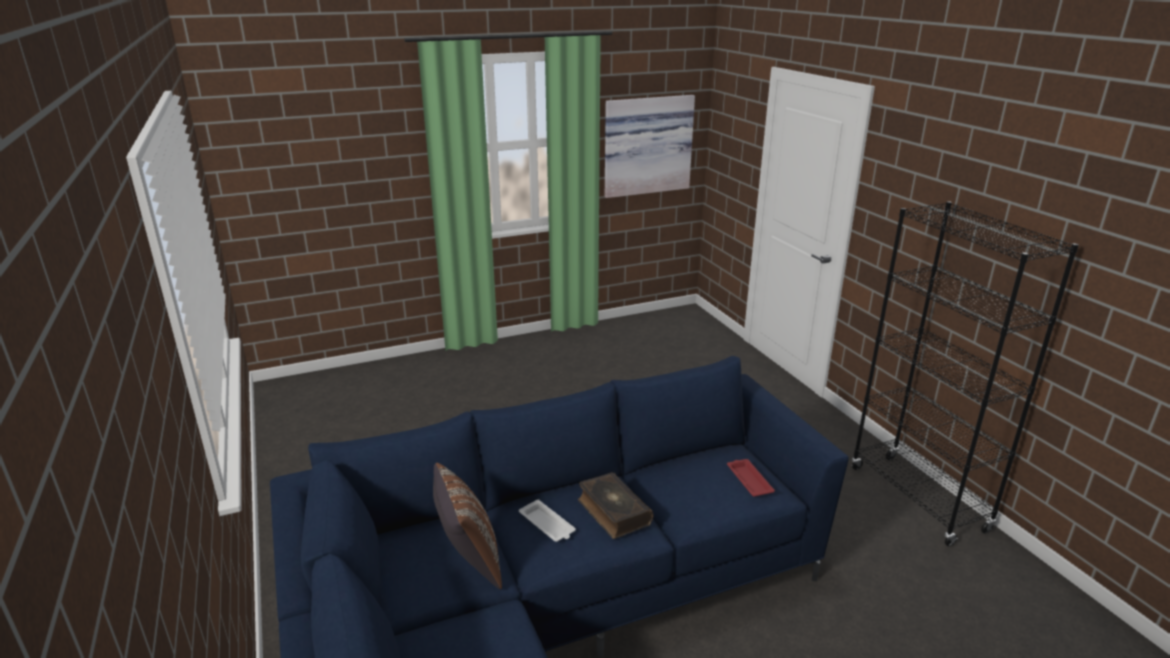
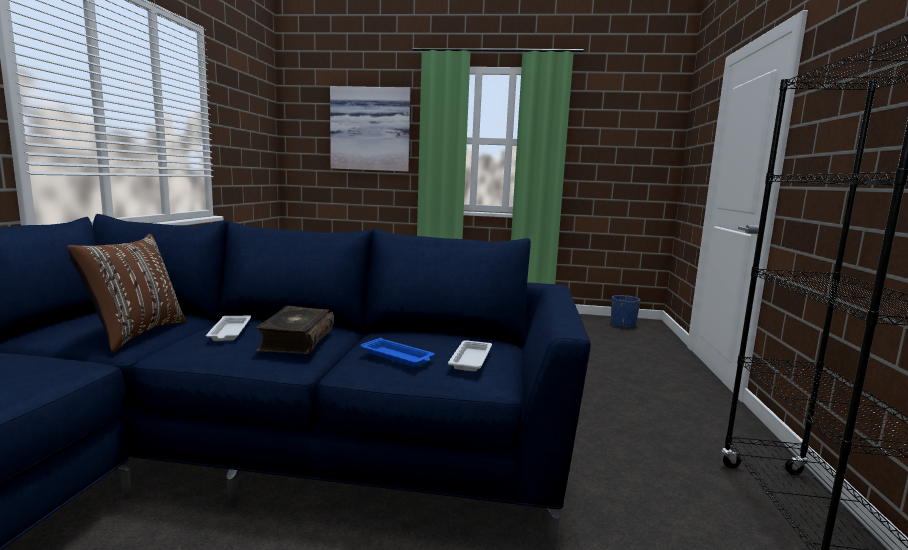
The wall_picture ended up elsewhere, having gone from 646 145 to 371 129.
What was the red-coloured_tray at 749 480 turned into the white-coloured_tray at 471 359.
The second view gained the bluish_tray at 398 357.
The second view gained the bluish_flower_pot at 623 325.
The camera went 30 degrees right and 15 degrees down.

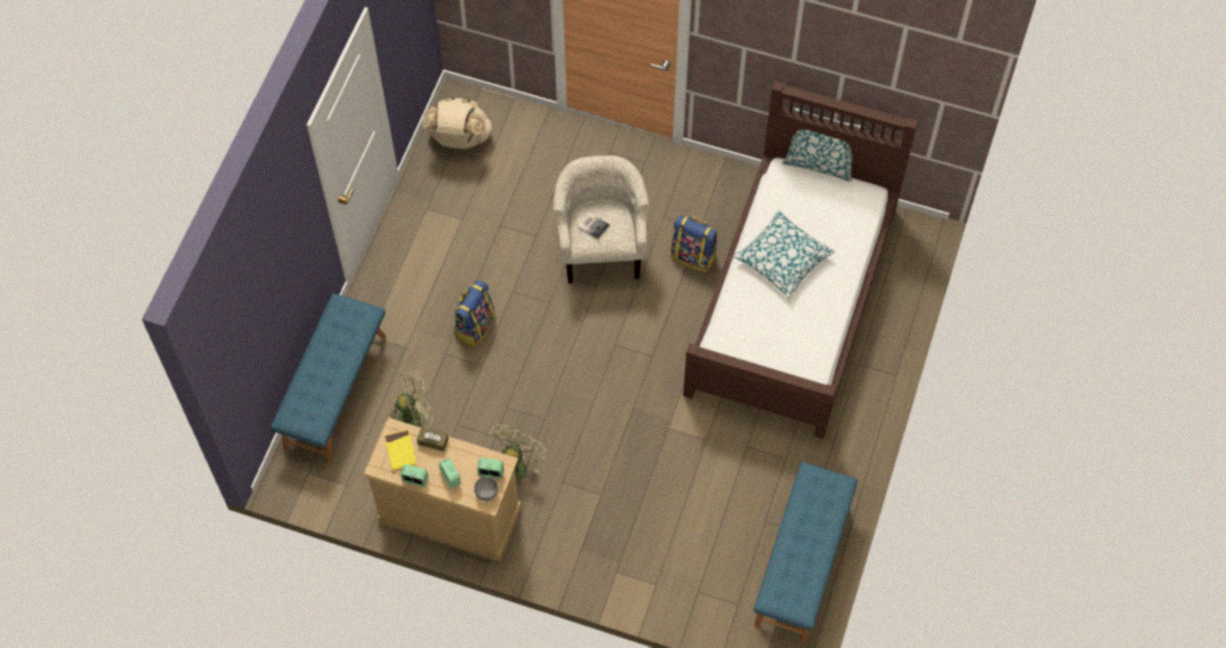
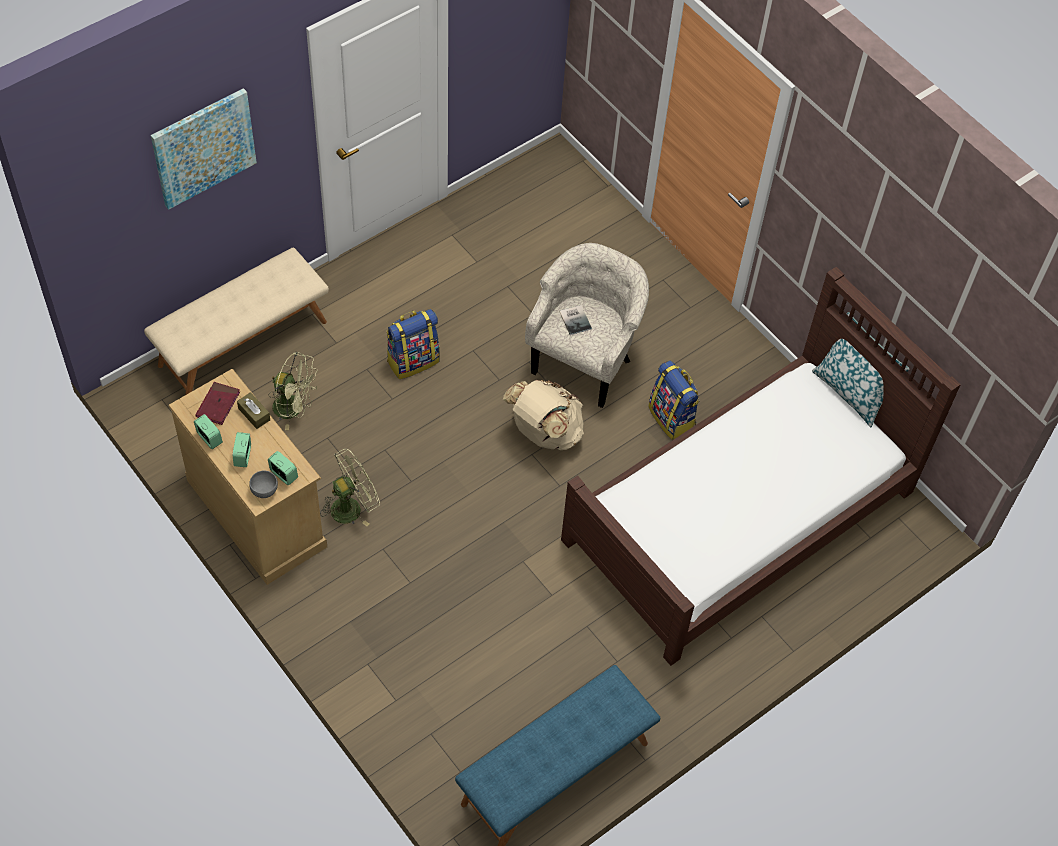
What was the bluish_indoor_bench at 334 391 turned into the beige_indoor_bench at 242 342.
What was the yellowish_volume at 400 451 turned into the red-coloured_volume at 218 404.
The beige_backpack ended up elsewhere, having gone from 459 138 to 544 432.
The second view lost the throw_pillow at 782 259.
The second view gained the wall_picture at 203 147.
The camera went 30 degrees right and 5 degrees down.

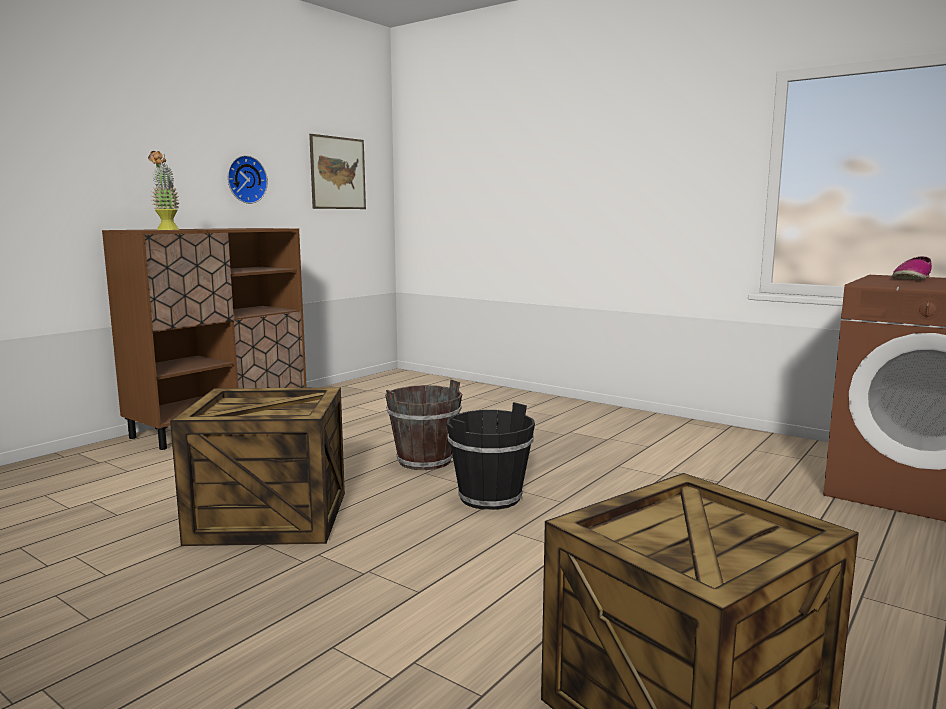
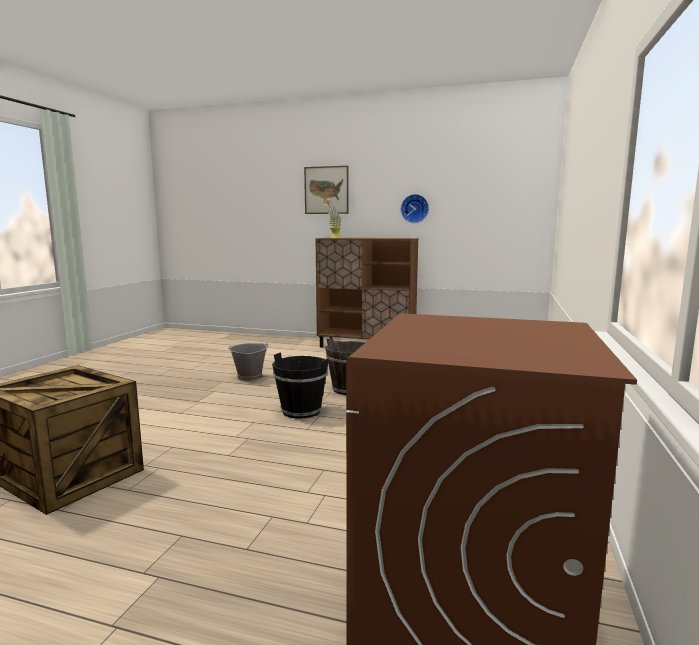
Where the shipping_crate stood at 268 518, the greyish_water_bucket came to stand at 249 377.
The wall_picture ended up elsewhere, having gone from 338 173 to 326 190.
The second view lost the low_shoe at 912 279.
The camera went 70 degrees right and 0 degrees up.

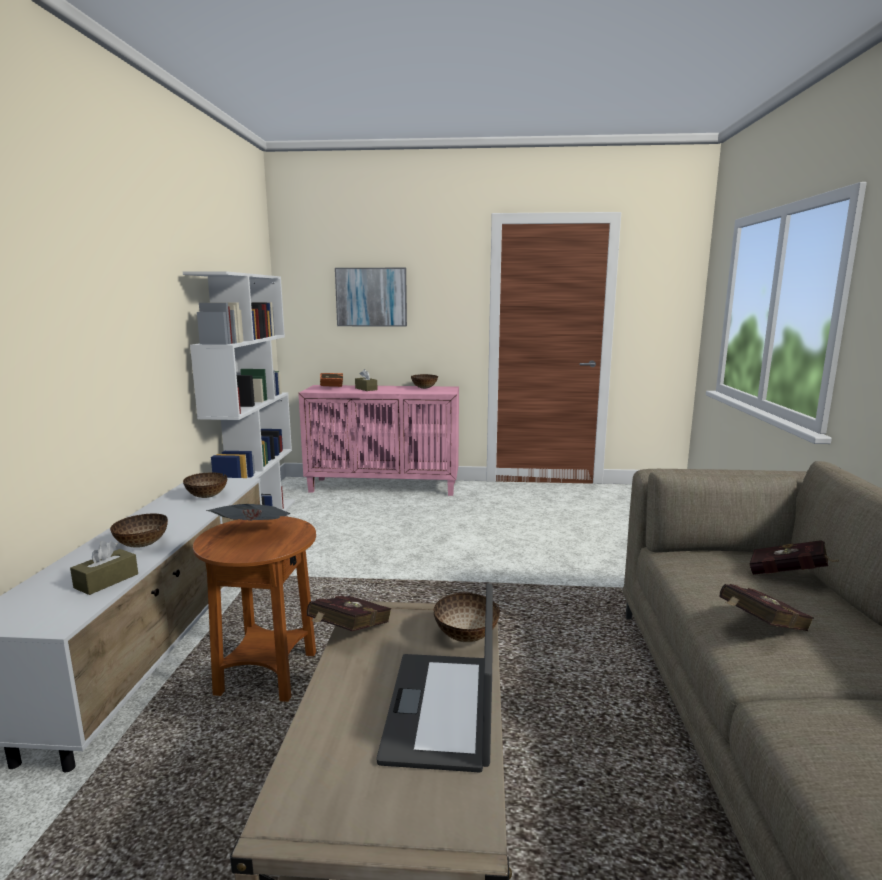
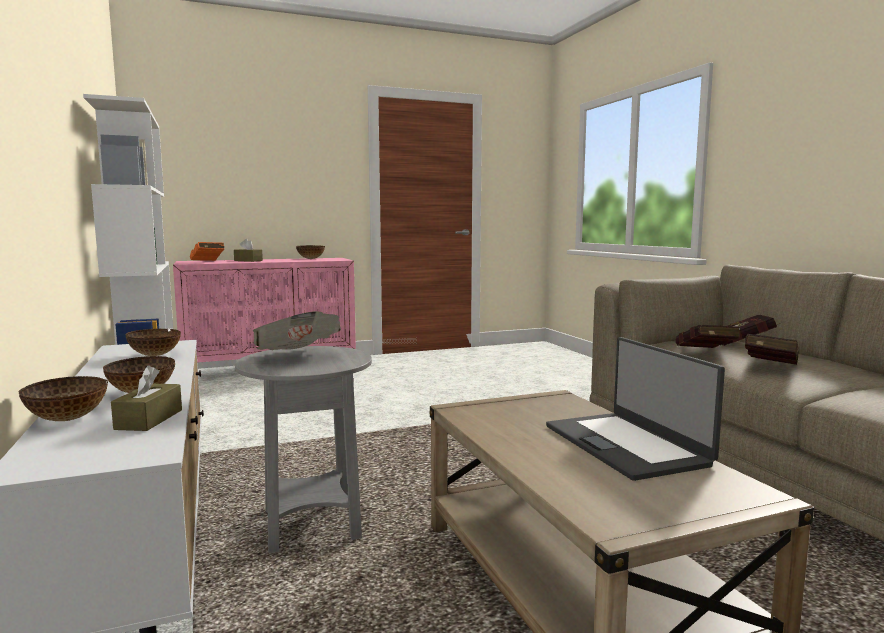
What was the brown_accent_table at 267 673 turned into the greyish_accent_table at 310 524.
The red-coloured_volume ended up elsewhere, having gone from 348 633 to 705 353.
The second view lost the wall_picture at 371 297.
The deep_dish ended up elsewhere, having gone from 466 637 to 67 419.
The camera went 25 degrees left and 5 degrees down.

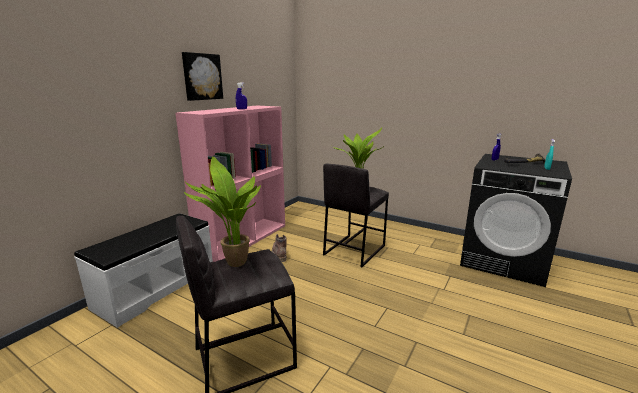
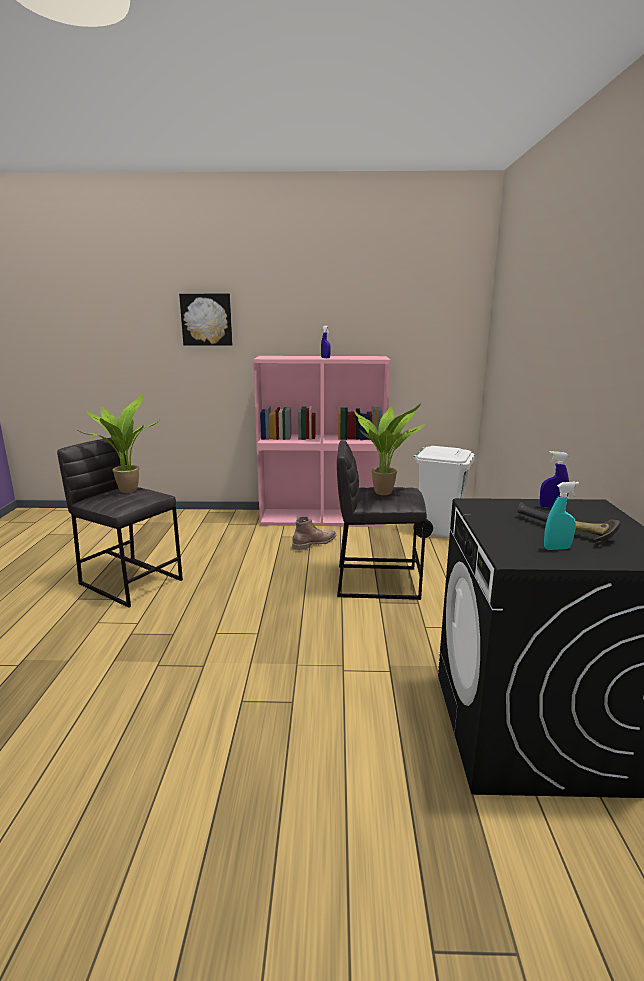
The second view lost the white-coloured_indoor_bench at 156 288.
The wall_picture ended up elsewhere, having gone from 202 77 to 207 319.
The second view gained the white-coloured_rubbish_bin at 438 530.
The camera went 60 degrees right and 0 degrees up.

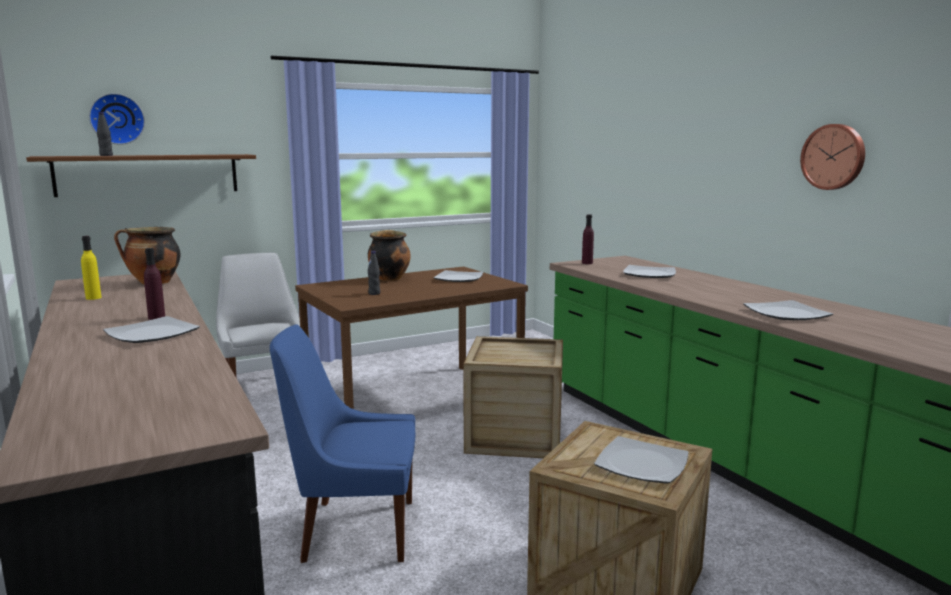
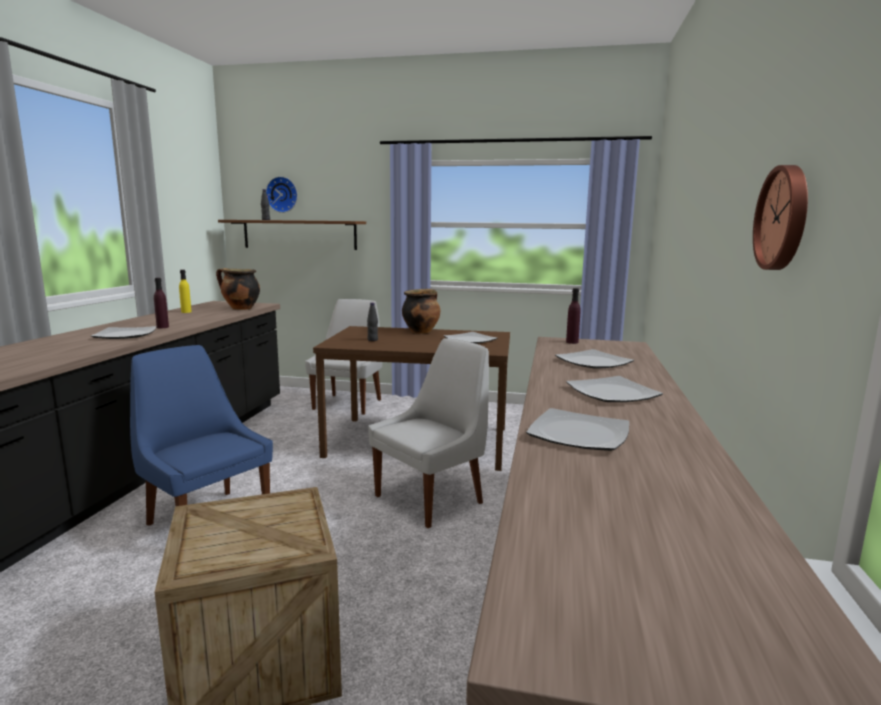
Where the shipping_crate stood at 514 436, the white-coloured_chair came to stand at 432 498.
The plate ended up elsewhere, having gone from 642 464 to 612 393.
The camera went 40 degrees right and 0 degrees up.

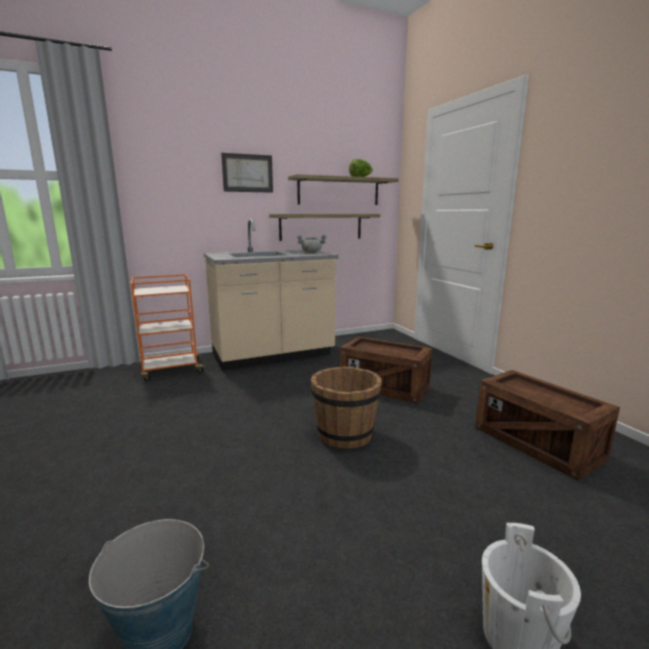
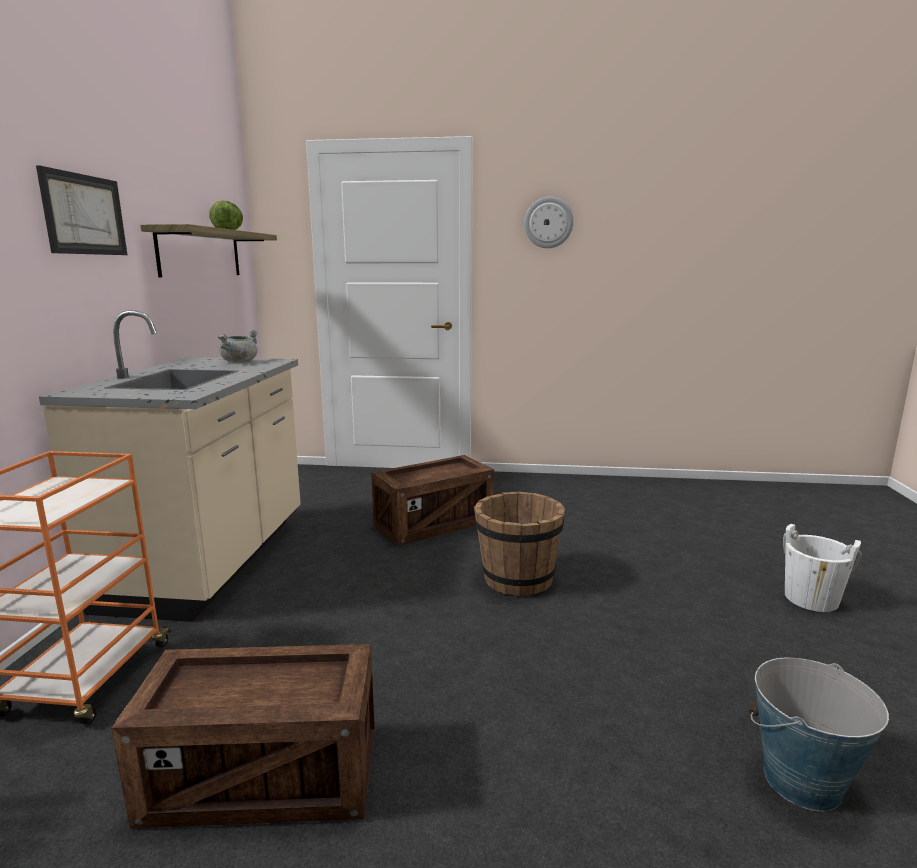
The second view lost the bracket_shelf at 321 226.
The shipping_crate ended up elsewhere, having gone from 537 444 to 264 776.
The second view gained the clock_on_the_wall at 548 222.
The camera went 60 degrees left and 0 degrees up.

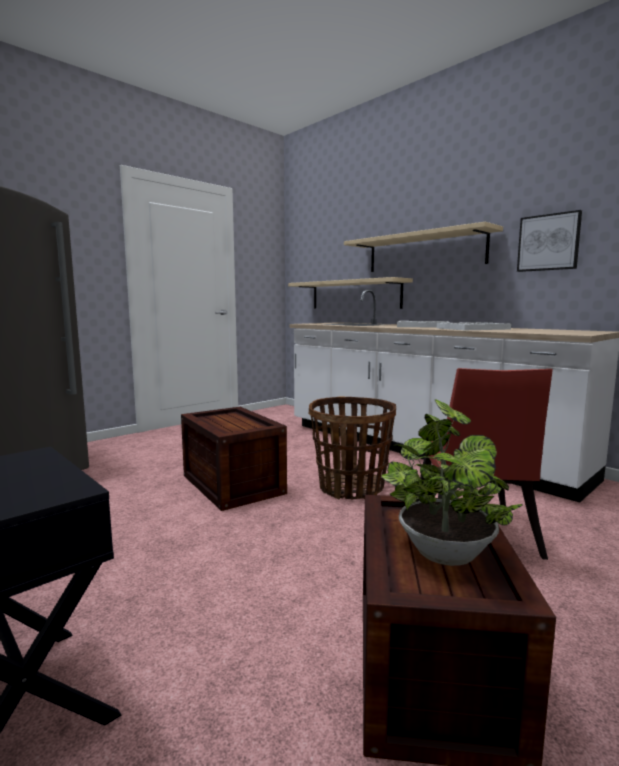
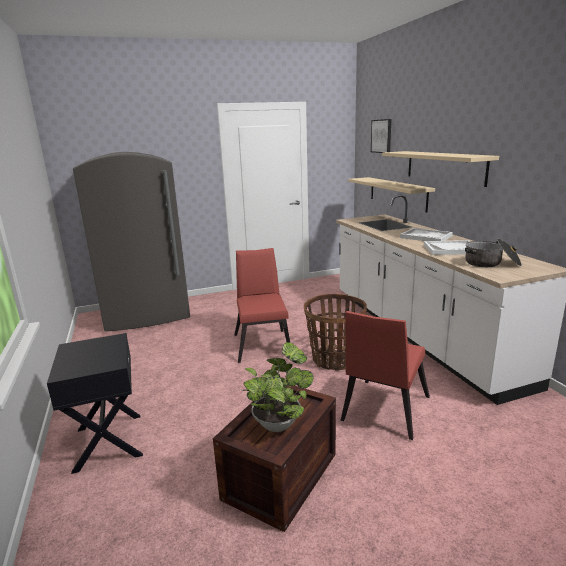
Where the shipping_crate stood at 232 484, the red-coloured_chair came to stand at 262 343.
The wall_picture ended up elsewhere, having gone from 548 242 to 381 136.
The second view gained the saucepot at 491 263.
The camera went 25 degrees right and 10 degrees up.

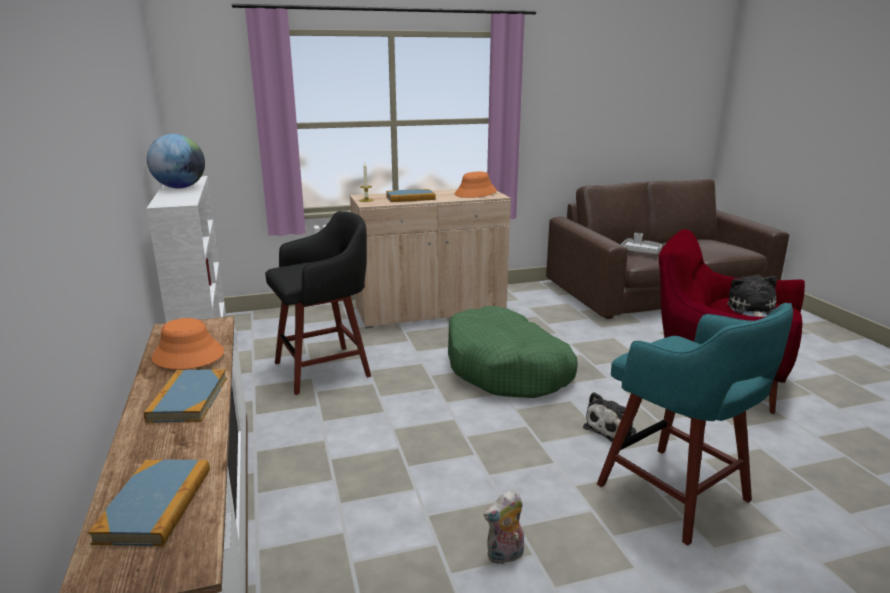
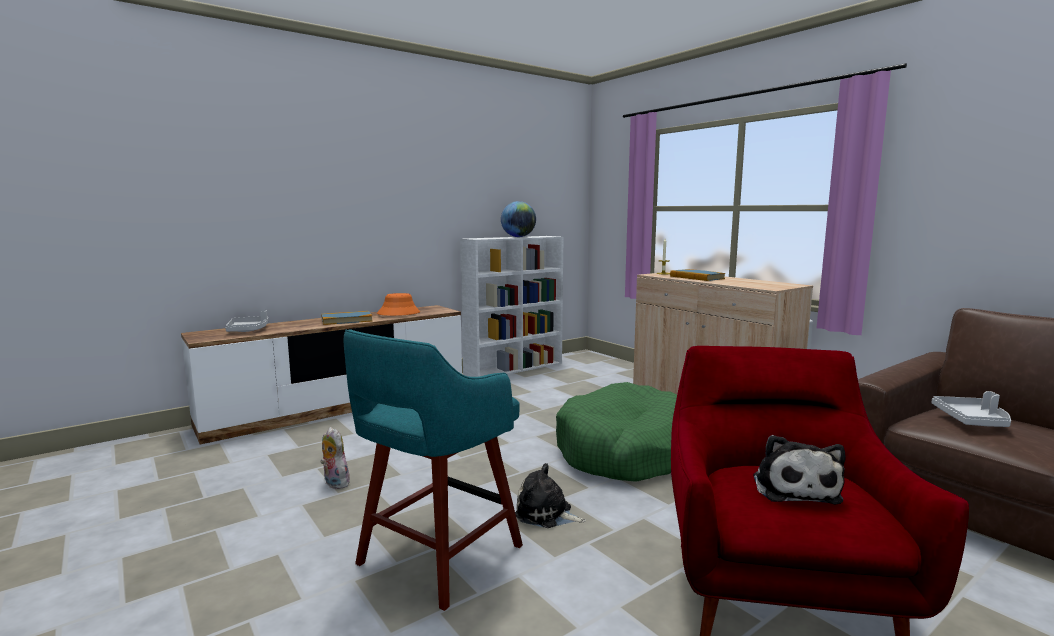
Where the volume stood at 155 505, the greyish_tray came to stand at 248 330.
The second view lost the black_stool at 325 369.
The second view lost the orange_clothing_hat at 476 193.
The plush_toy at 752 310 ended up facing another way, 105 degrees clockwise from before.
The camera went 70 degrees right and 10 degrees down.

